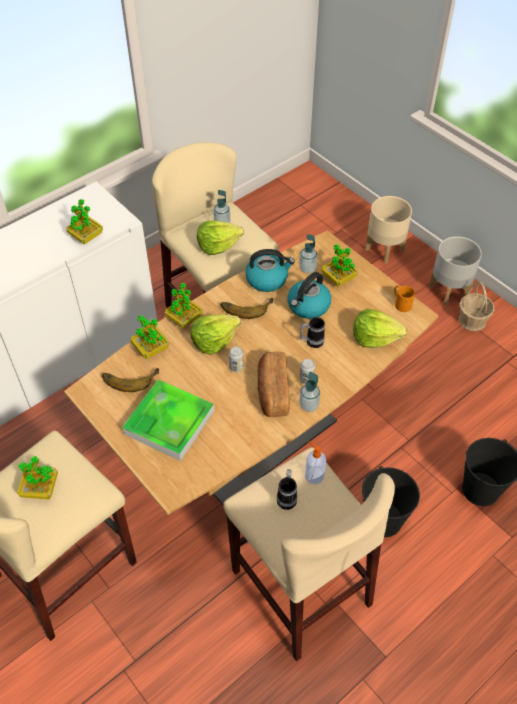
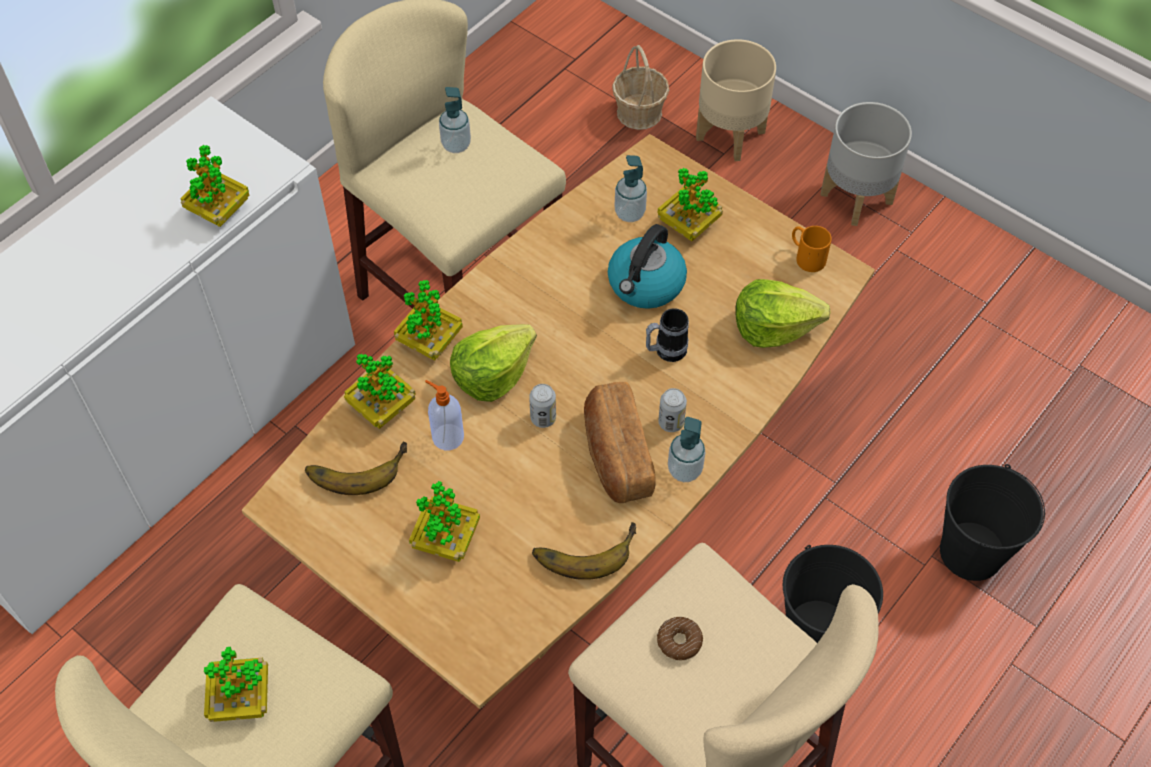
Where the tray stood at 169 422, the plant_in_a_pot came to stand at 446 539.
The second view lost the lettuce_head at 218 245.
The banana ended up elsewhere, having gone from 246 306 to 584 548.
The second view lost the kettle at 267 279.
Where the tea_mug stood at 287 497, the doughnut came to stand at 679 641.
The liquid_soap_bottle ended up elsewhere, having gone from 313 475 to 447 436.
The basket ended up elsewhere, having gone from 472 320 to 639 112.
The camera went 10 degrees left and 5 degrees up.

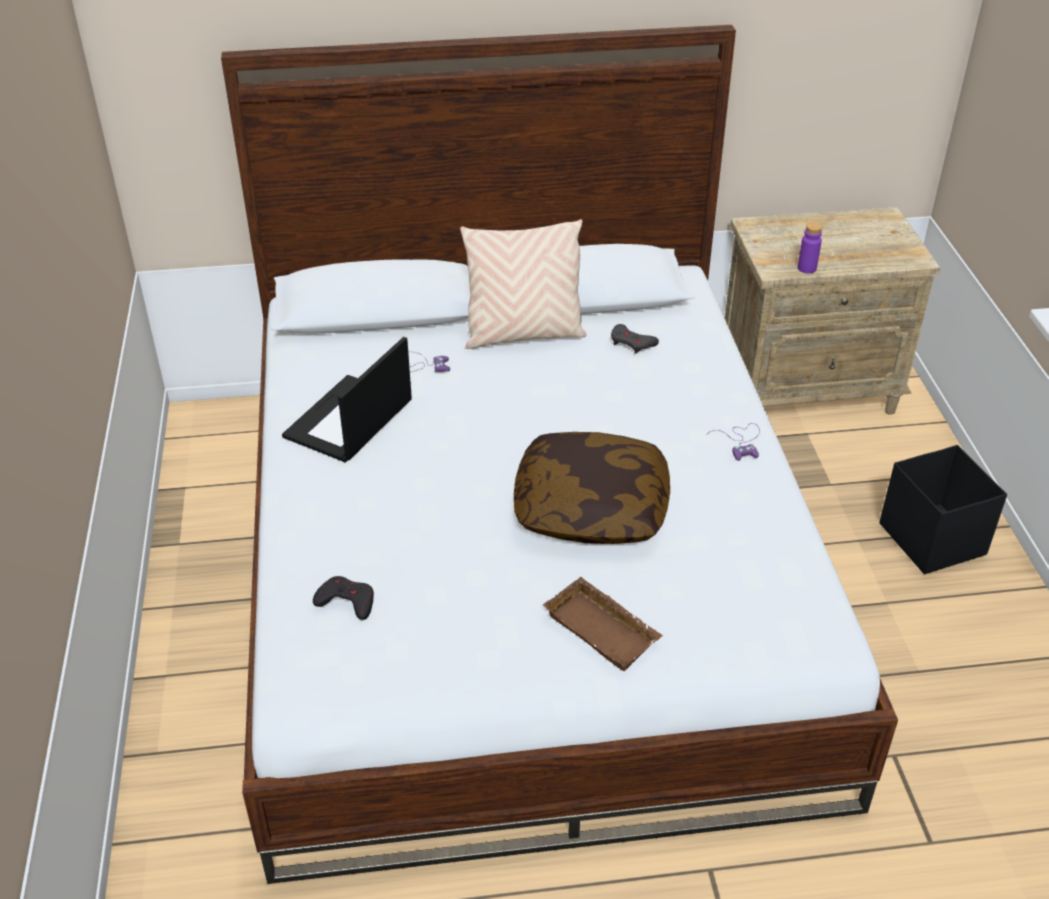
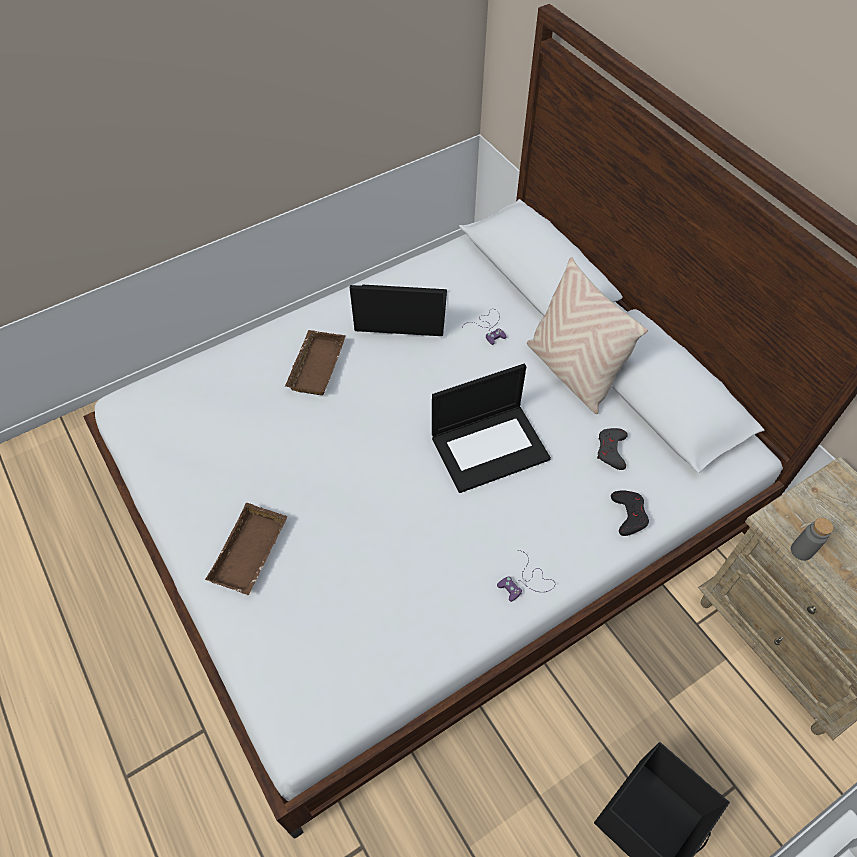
The black_joypad ended up elsewhere, having gone from 346 601 to 629 514.
The second view lost the throw_pillow at 591 508.
What was the purple-coloured_bottle at 806 268 turned into the greyish_bottle at 801 551.
The second view gained the brown_tray at 315 365.
The second view gained the notebook_computer at 490 446.
The camera went 65 degrees right and 15 degrees up.

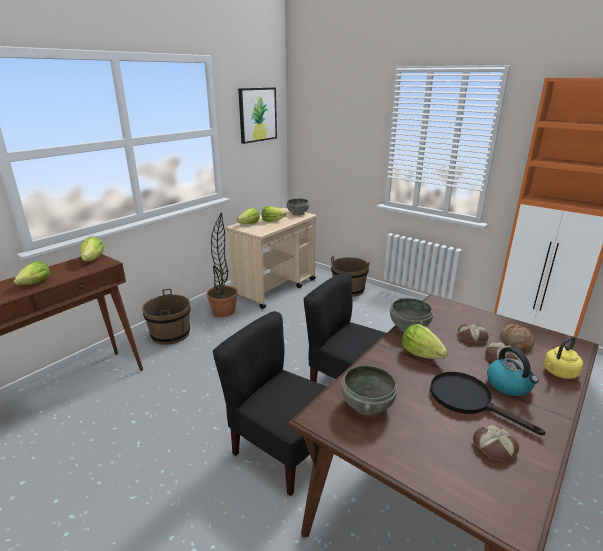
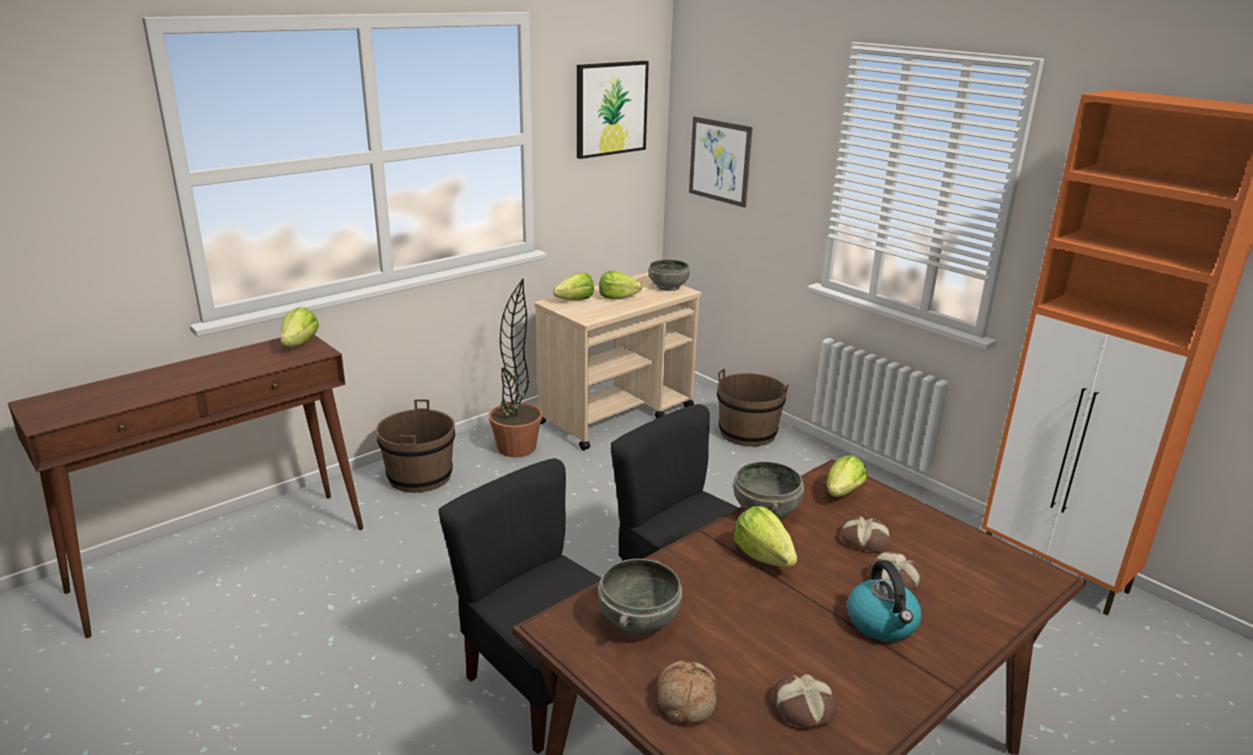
The lettuce_head ended up elsewhere, having gone from 34 284 to 841 494.
The second view lost the black_pan at 468 400.
The bakery_bread ended up elsewhere, having gone from 515 342 to 685 700.
The second view lost the yellowish_kettle at 559 373.
The second view gained the wall_picture at 719 161.
The camera went 10 degrees right and 0 degrees up.

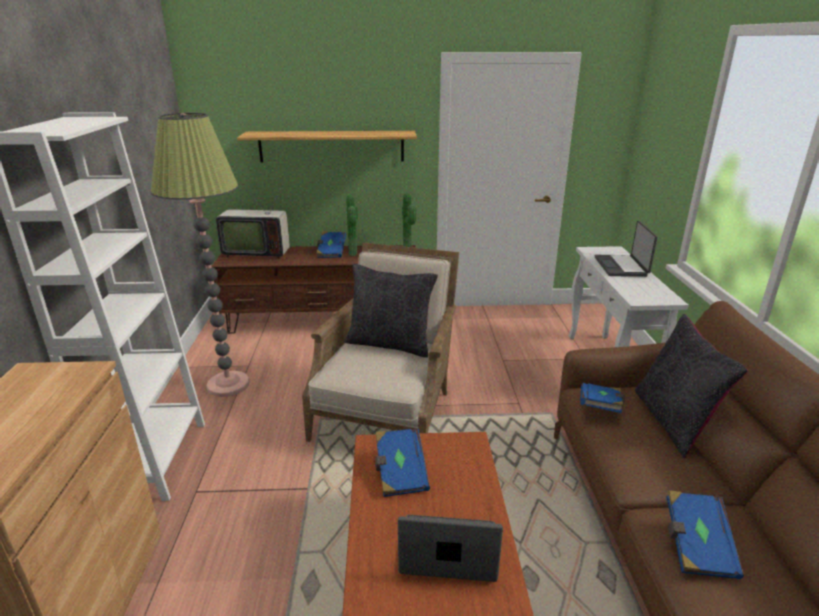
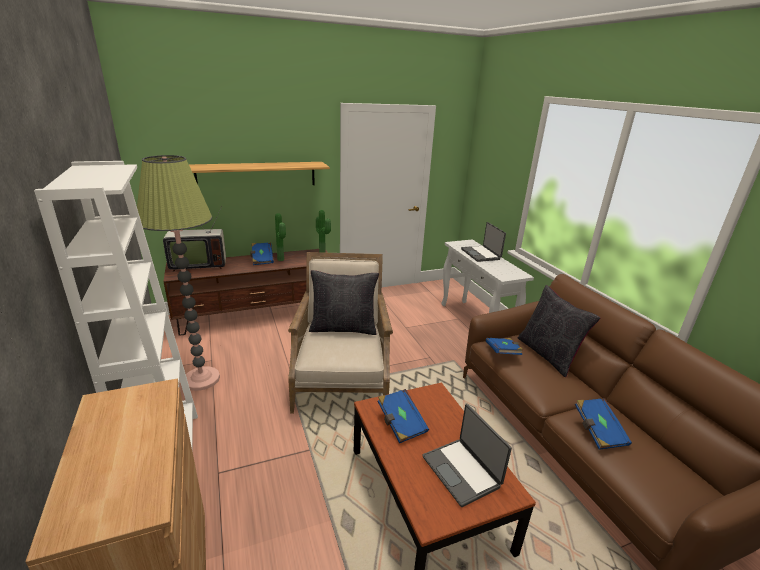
The notebook_computer at 448 552 ended up facing another way, 105 degrees counterclockwise from before.
The camera went 20 degrees left and 0 degrees up.

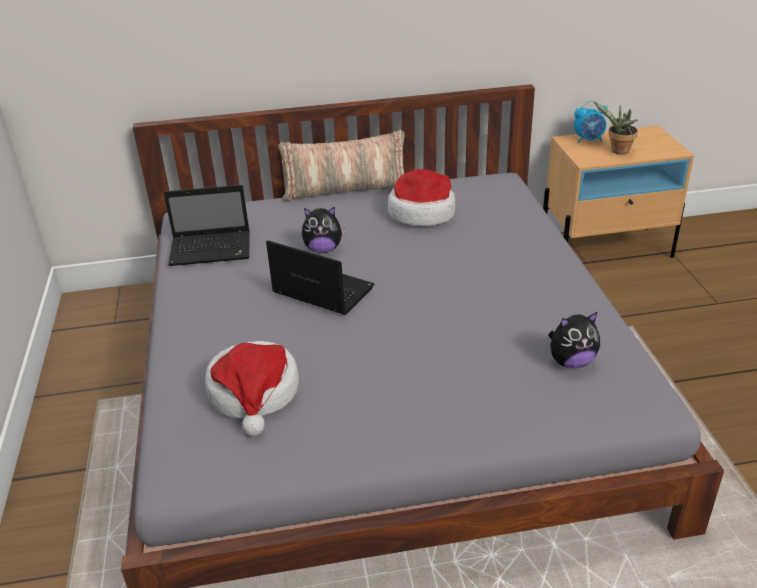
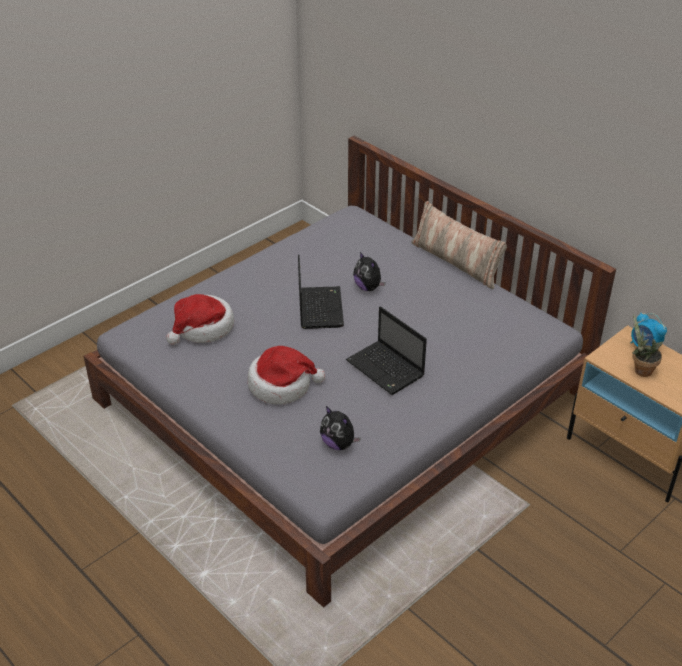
The notebook_computer ended up elsewhere, having gone from 212 249 to 386 369.
The clothing_hat ended up elsewhere, having gone from 422 212 to 282 385.
The camera went 55 degrees right and 5 degrees up.

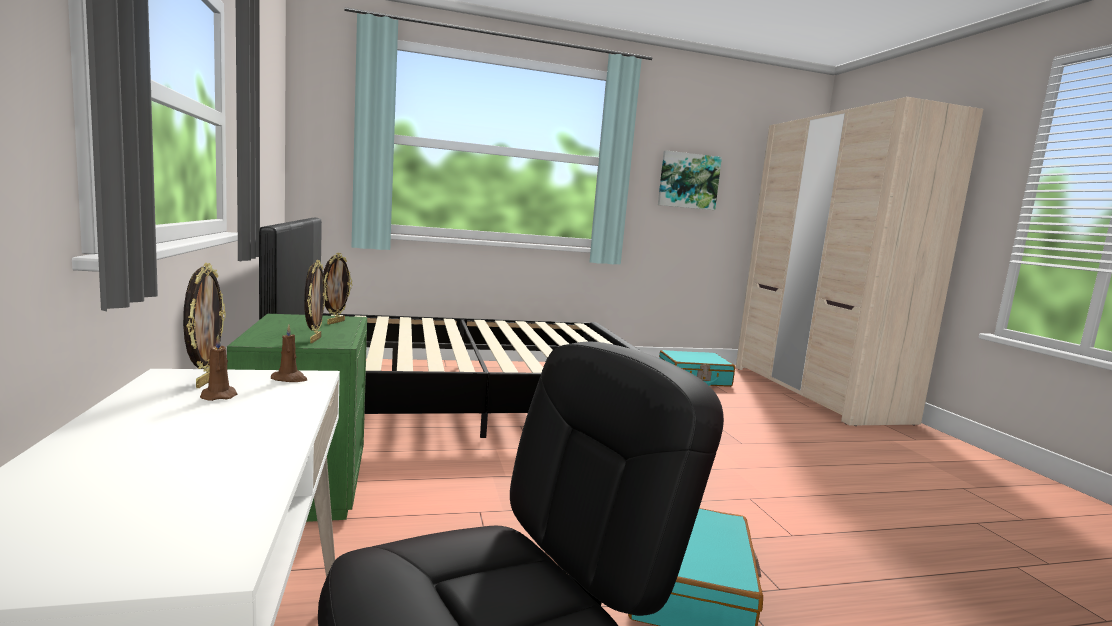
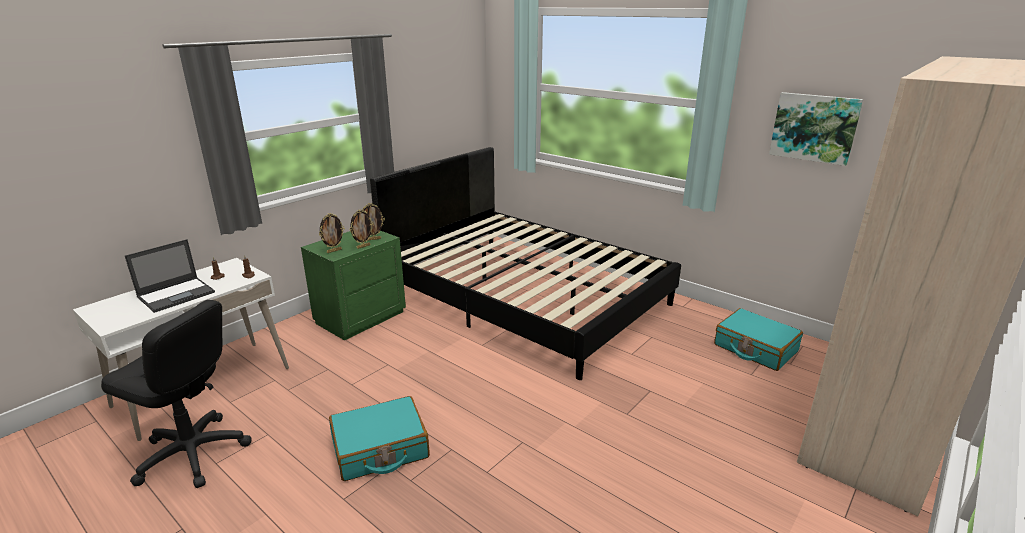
The picture_frame ended up elsewhere, having gone from 205 381 to 363 246.
The second view gained the notebook_computer at 177 294.
The camera went 55 degrees right and 15 degrees up.

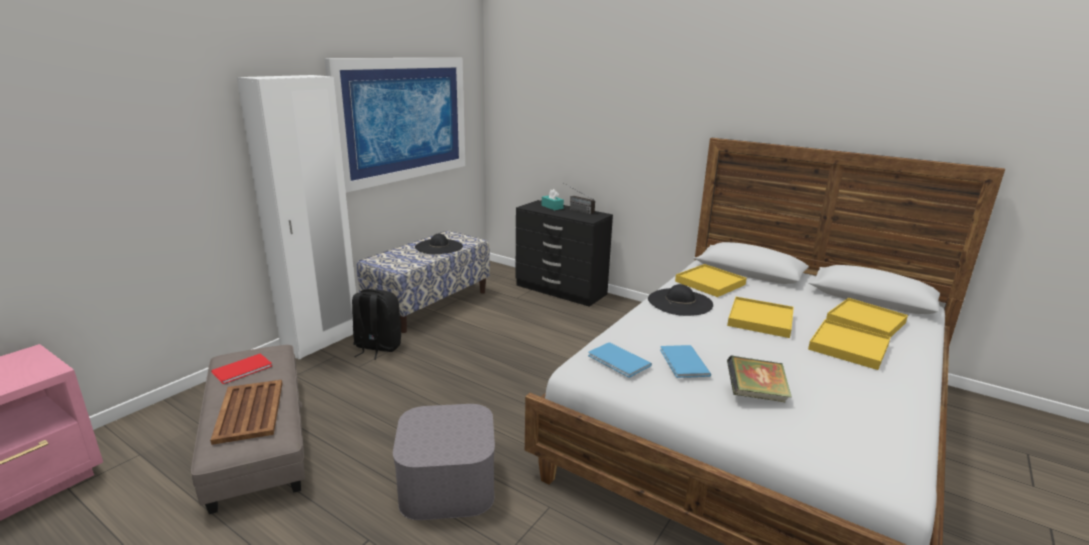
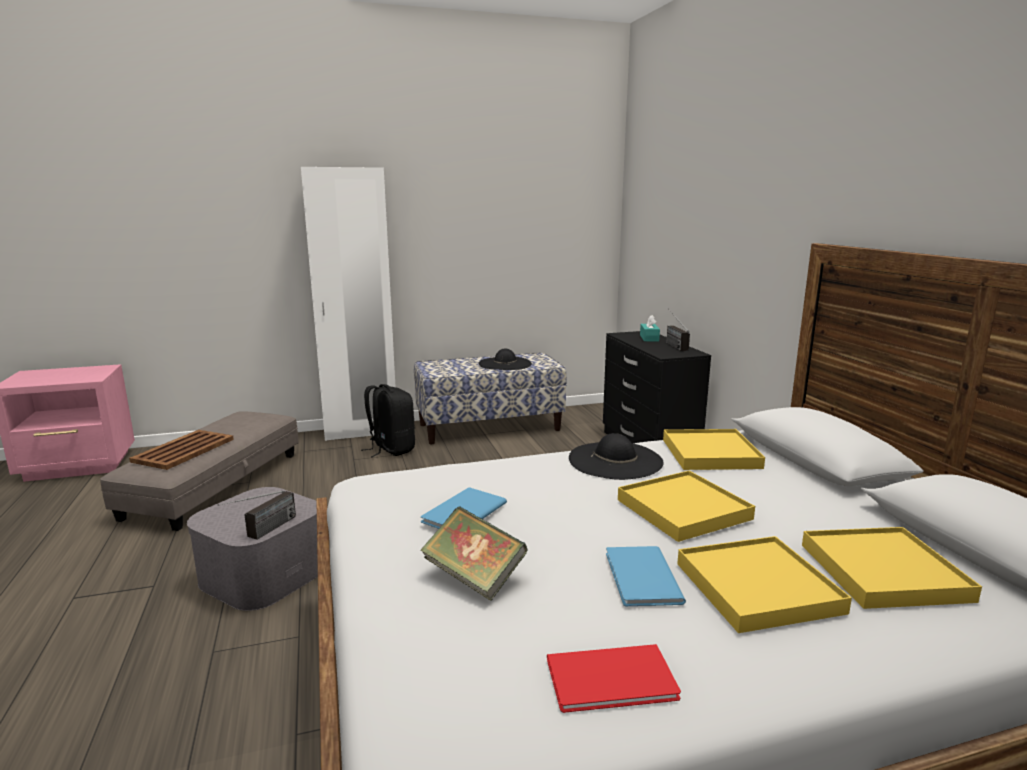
The red-coloured_volume ended up elsewhere, having gone from 244 369 to 615 681.
The second view lost the wall_picture at 402 119.
The bluish_volume ended up elsewhere, having gone from 619 361 to 640 578.
The second view gained the radio at 262 533.
The camera went 40 degrees right and 5 degrees down.

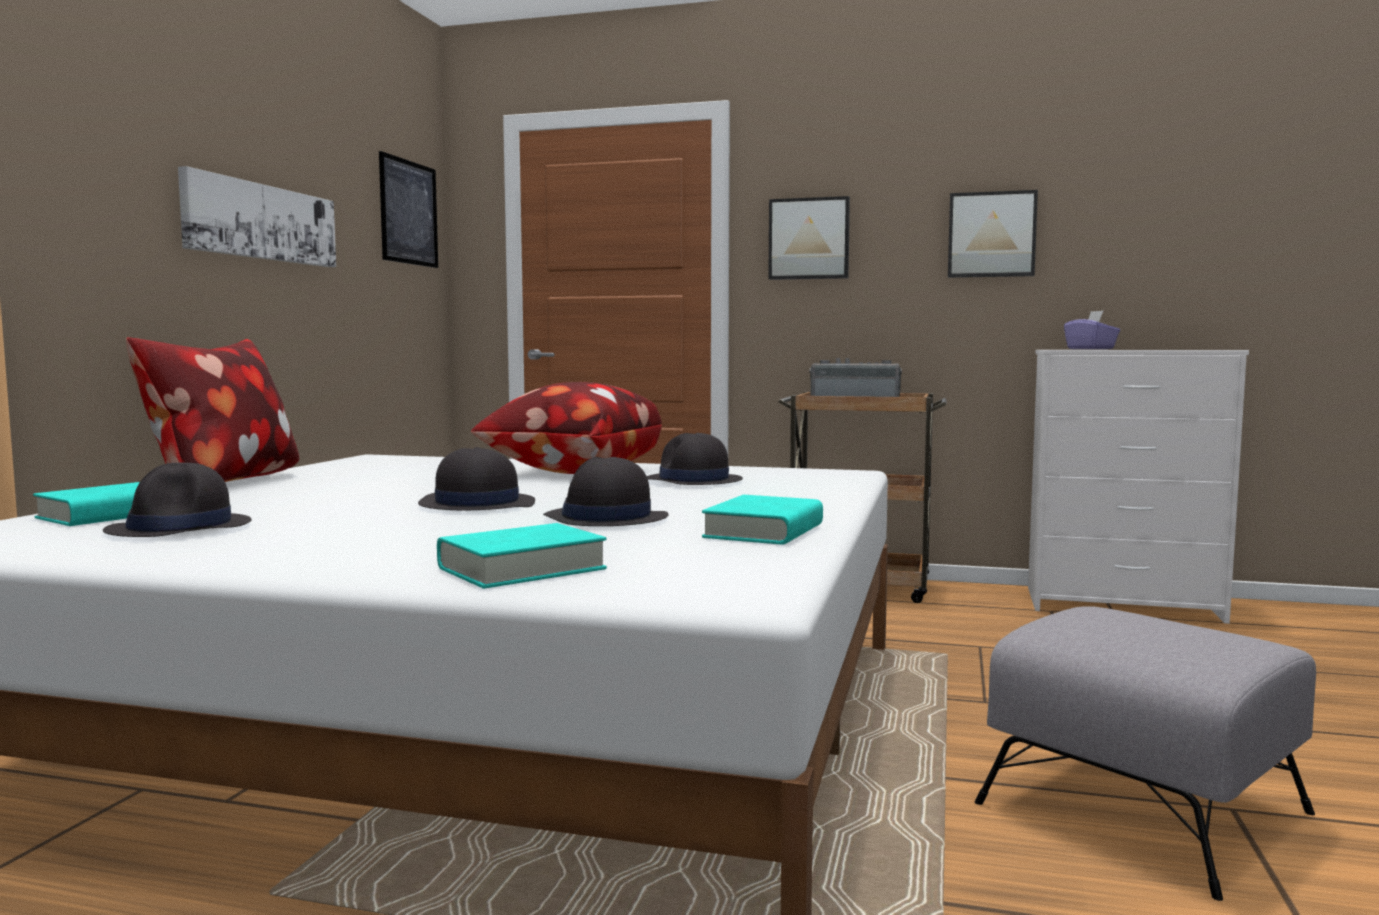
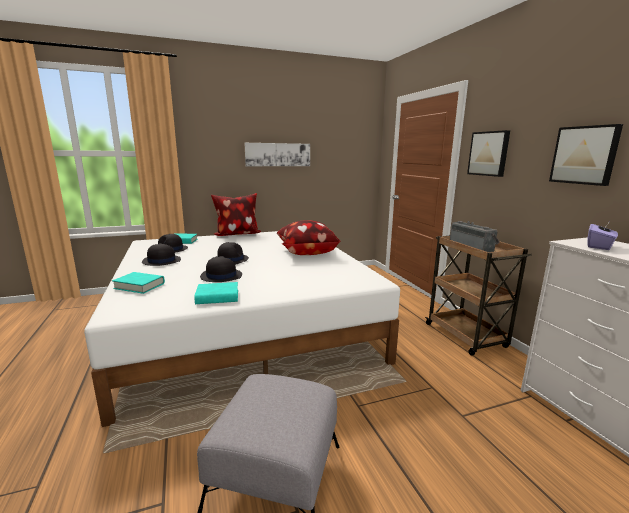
The second view lost the wall_picture at 408 212.
The black_clothing_hat ended up elsewhere, having gone from 693 481 to 161 261.
The camera went 55 degrees right and 10 degrees up.

